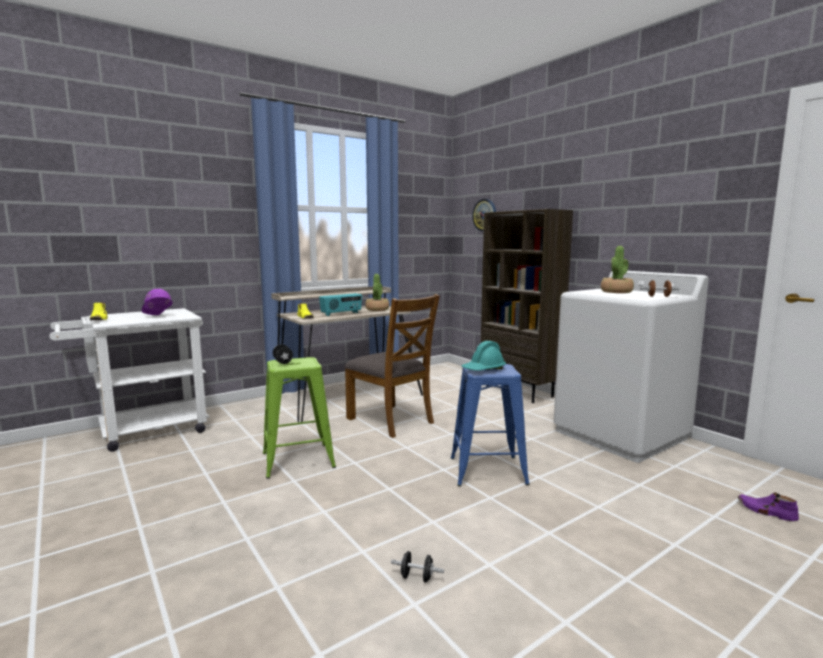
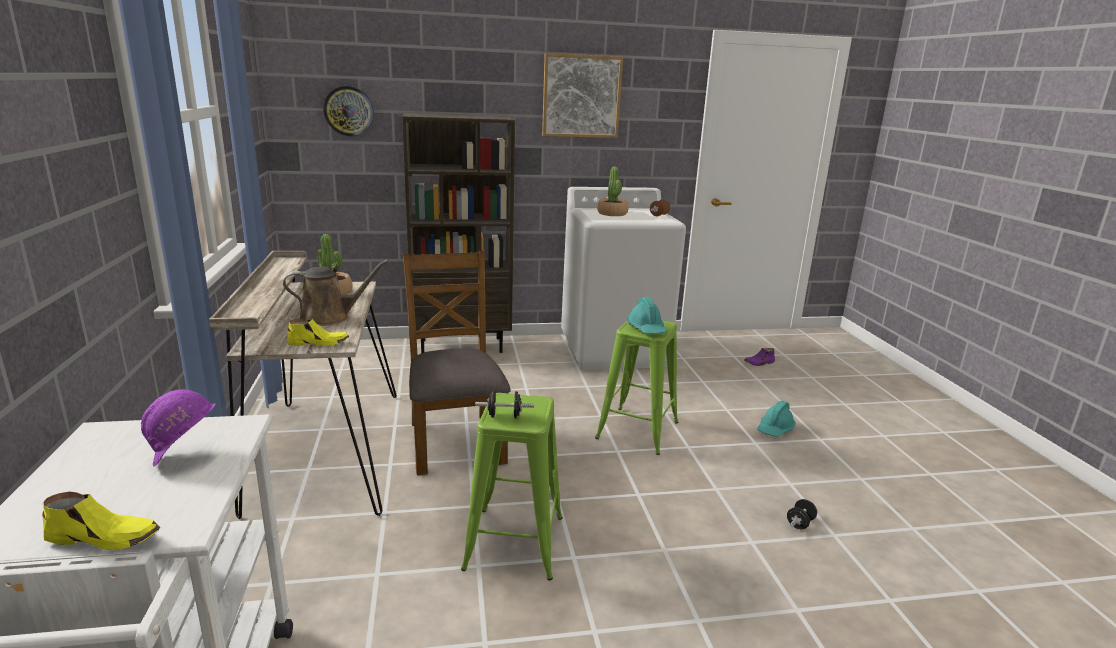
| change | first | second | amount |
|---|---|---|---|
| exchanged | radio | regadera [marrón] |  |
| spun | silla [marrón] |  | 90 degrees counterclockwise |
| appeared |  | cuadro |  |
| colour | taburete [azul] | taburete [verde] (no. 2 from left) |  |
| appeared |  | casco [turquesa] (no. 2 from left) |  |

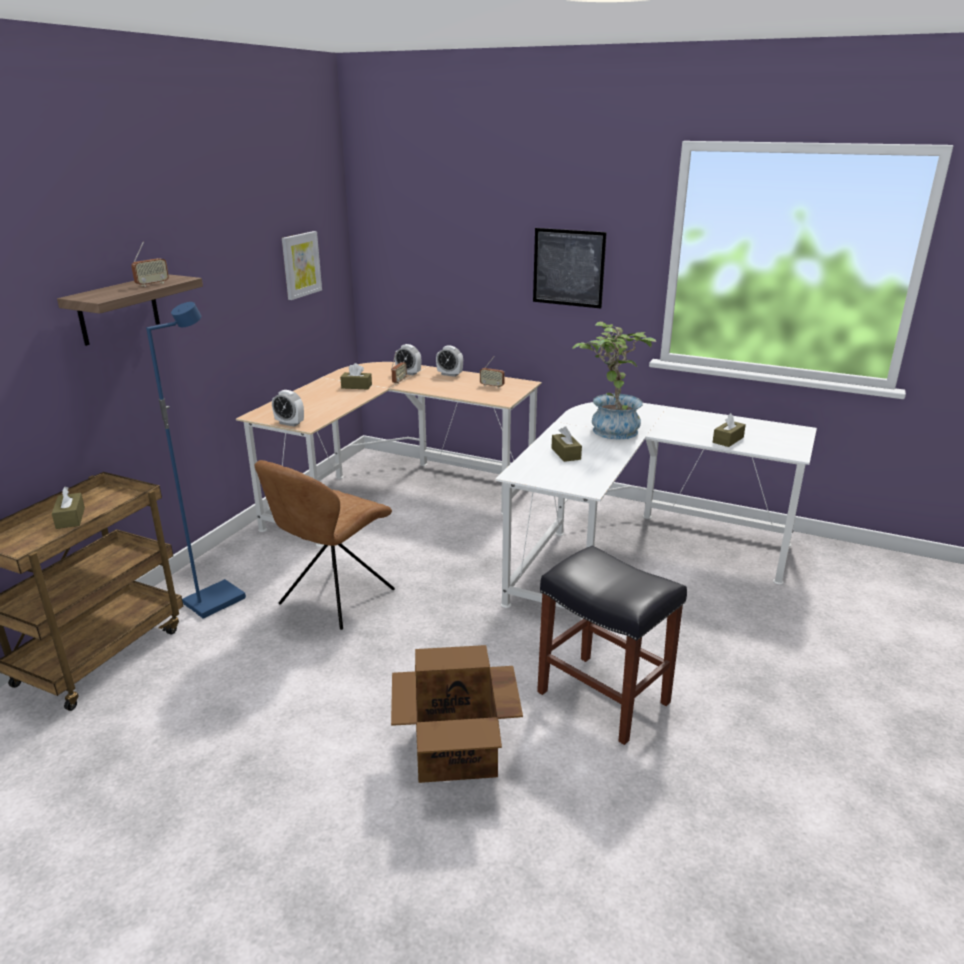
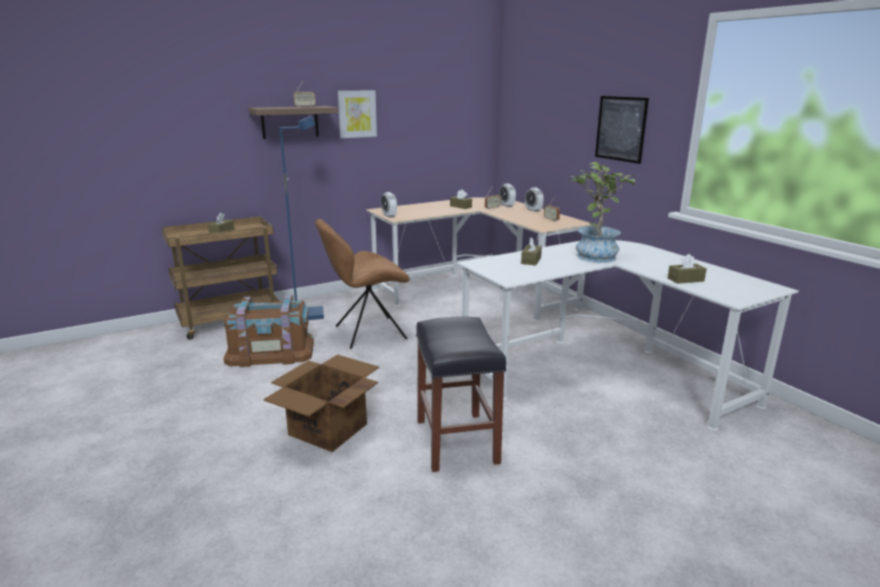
| change | first | second | amount |
|---|---|---|---|
| appeared |  | caja de almacenaje [marrón] |  |
| relocated | cuadro (no. 1 from left) |  |  |

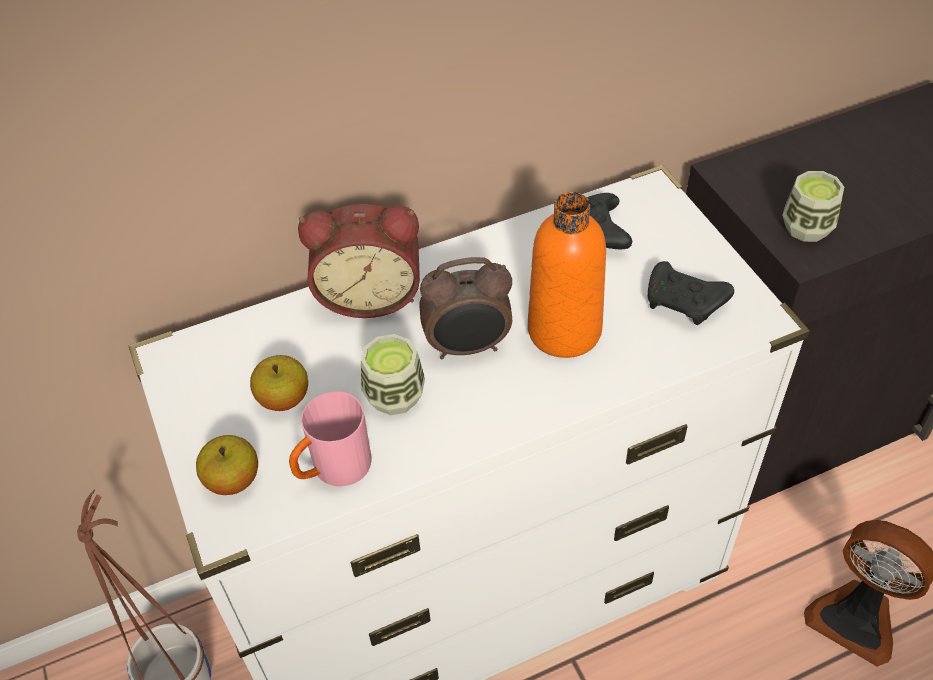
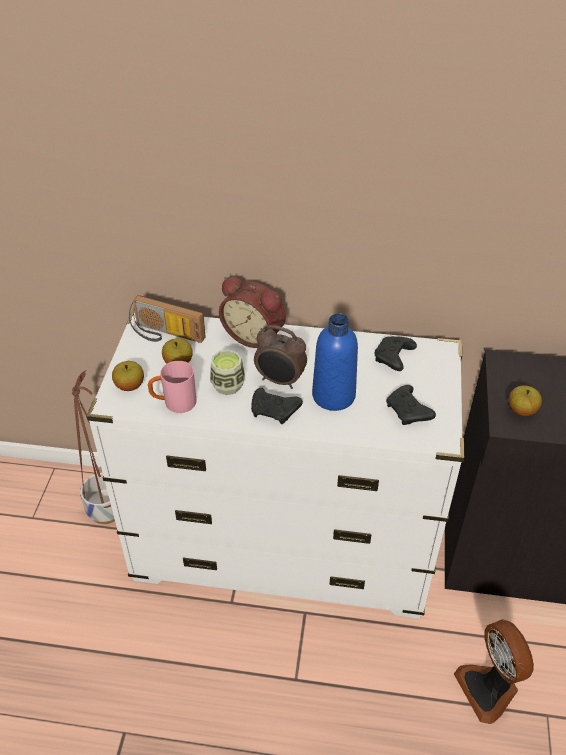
| change | first | second | amount |
|---|---|---|---|
| appeared |  | radio |  |
| appeared |  | mando de consola [negro] (no. 1 from left) |  |
| colour | botella [naranja] | botella [azul] |  |
| exchanged | taza (no. 2 from left) | manzana (no. 3 from left) |  |

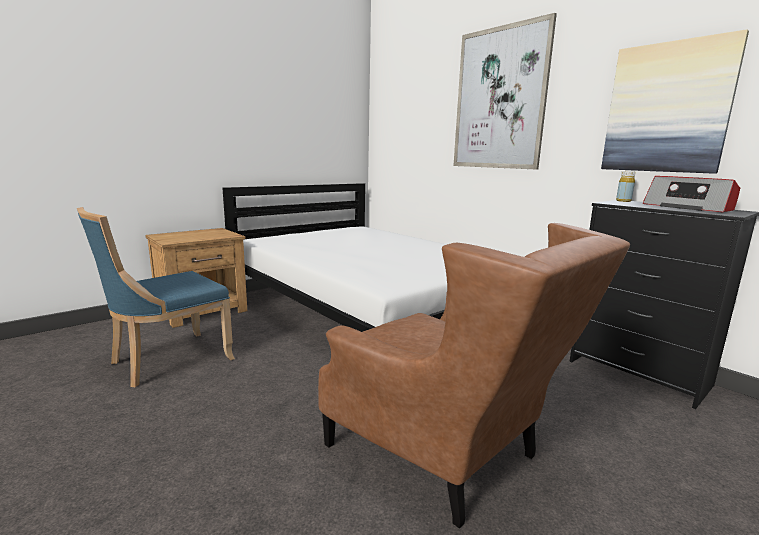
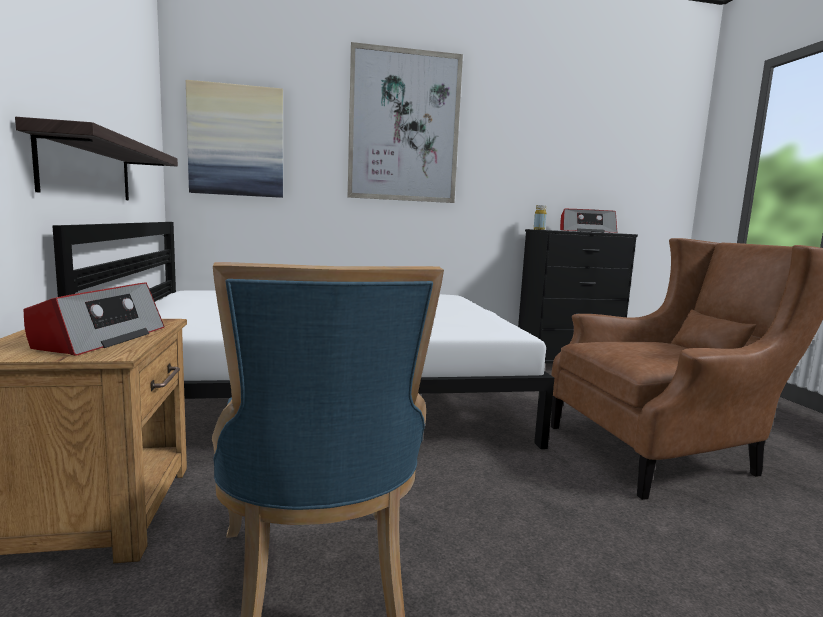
| change | first | second | amount |
|---|---|---|---|
| appeared |  | estante |  |
| appeared |  | radio (no. 1 from left) |  |
| relocated | cuadro (no. 2 from left in the first image) | cuadro (no. 1 from left) |  |

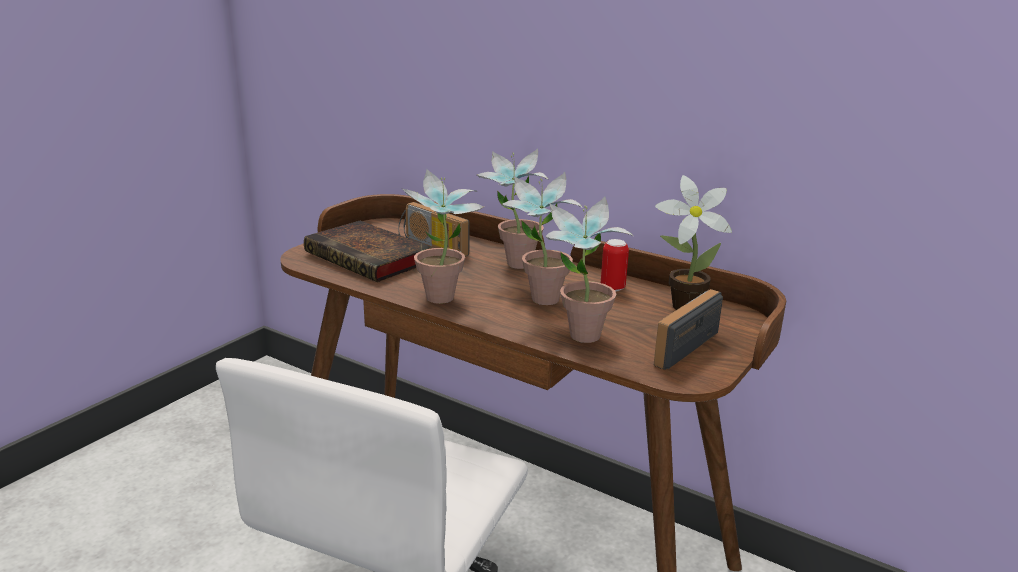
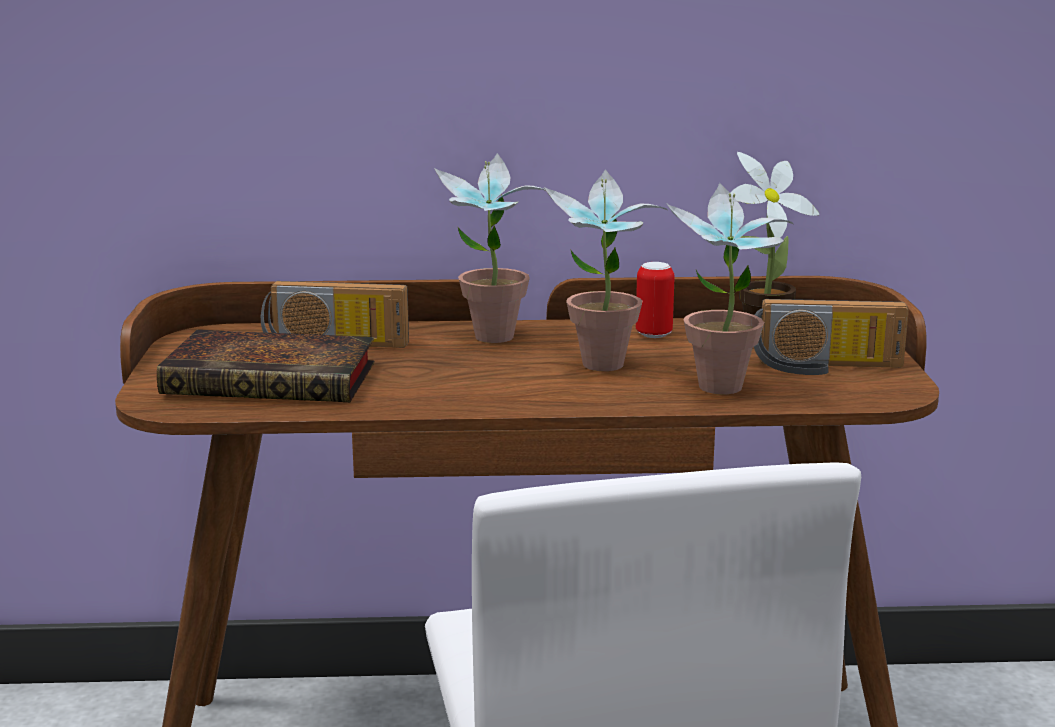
| change | first | second | amount |
|---|---|---|---|
| spun | radio (no. 2 from left) |  | 90 degrees counterclockwise |
| missing | planta en maceta (no. 1 from left) |  |  |

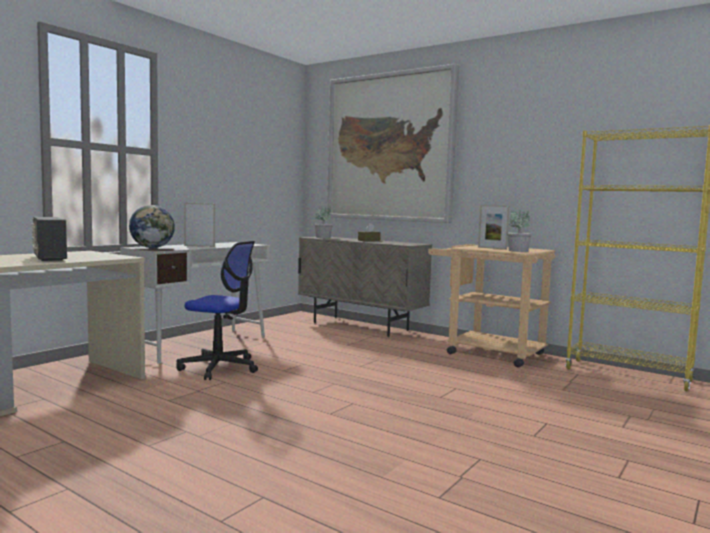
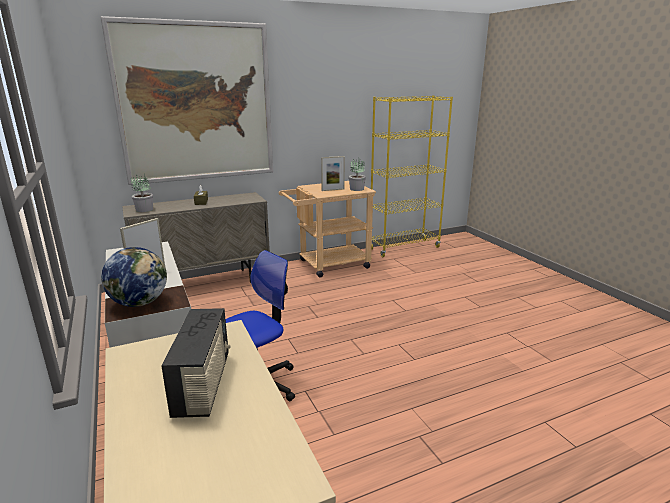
| change | first | second | amount |
|---|---|---|---|
| spun | radio |  | 90 degrees counterclockwise |

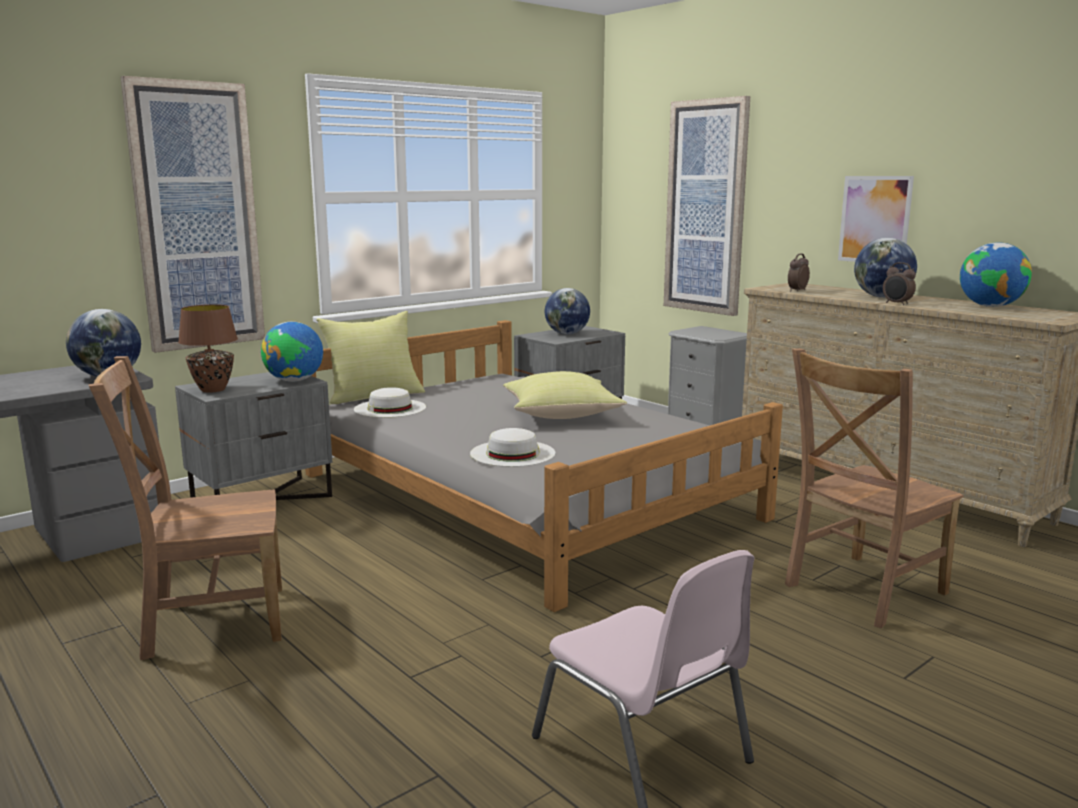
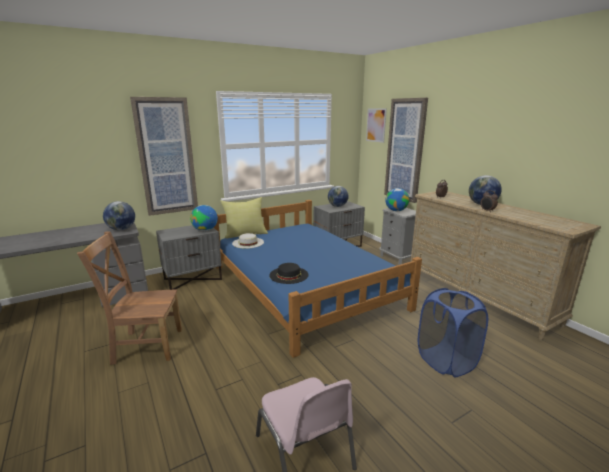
| change | first | second | amount |
|---|---|---|---|
| colour | cama [gris] | cama [azul] |  |
| colour | sombrero [blanco] (no. 2 from left) | sombrero [negro] |  |
| relocated | cuadro (no. 3 from left in the first image) | cuadro (no. 2 from left) |  |
| relocated | globo terráqueo (no. 5 from left in the first image) | globo terráqueo (no. 4 from left) |  |
| exchanged | silla [marrón] (no. 2 from left) | cesto de la ropa [azul] |  |
| missing | lámpara de mesa [marrón] |  |  |
| missing | cojín [amarillo] (no. 2 from left) |  |  |

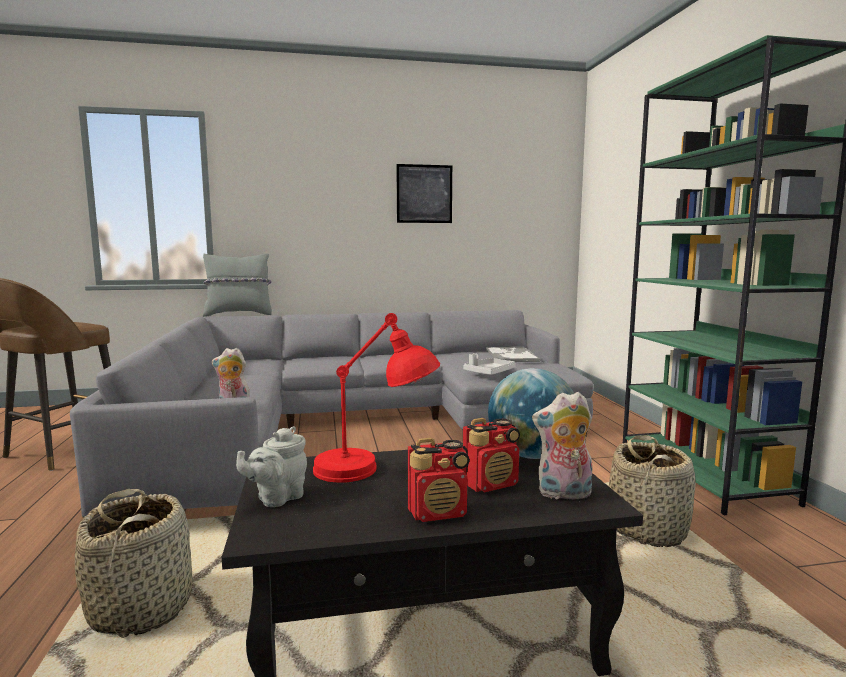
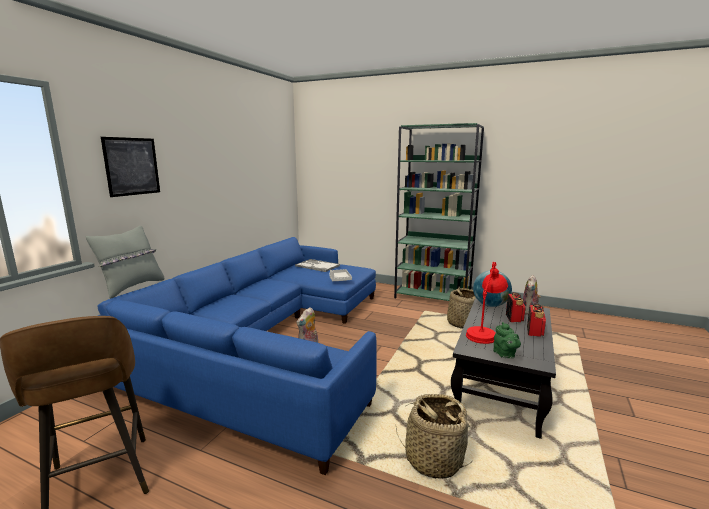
| change | first | second | amount |
|---|---|---|---|
| colour | sofá [gris] | sofá [azul] |  |
| relocated | cuadro |  |  |
| colour | tetera [gris] | tetera [verde] |  |

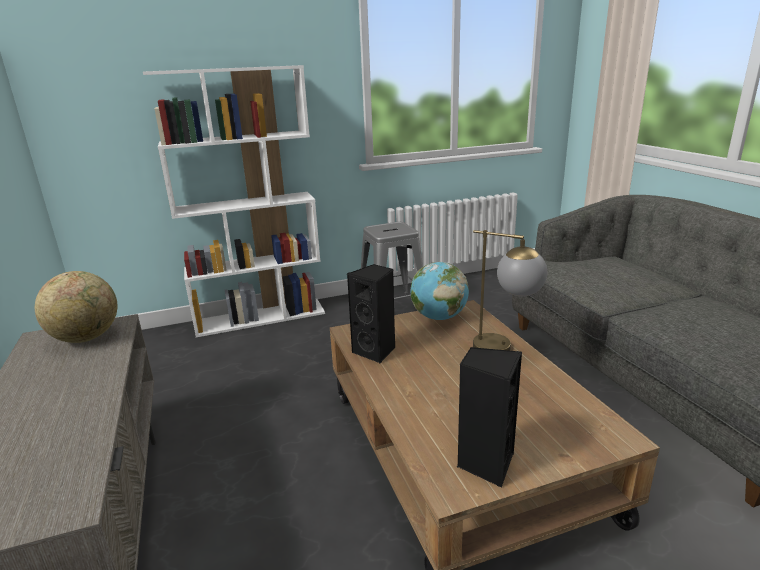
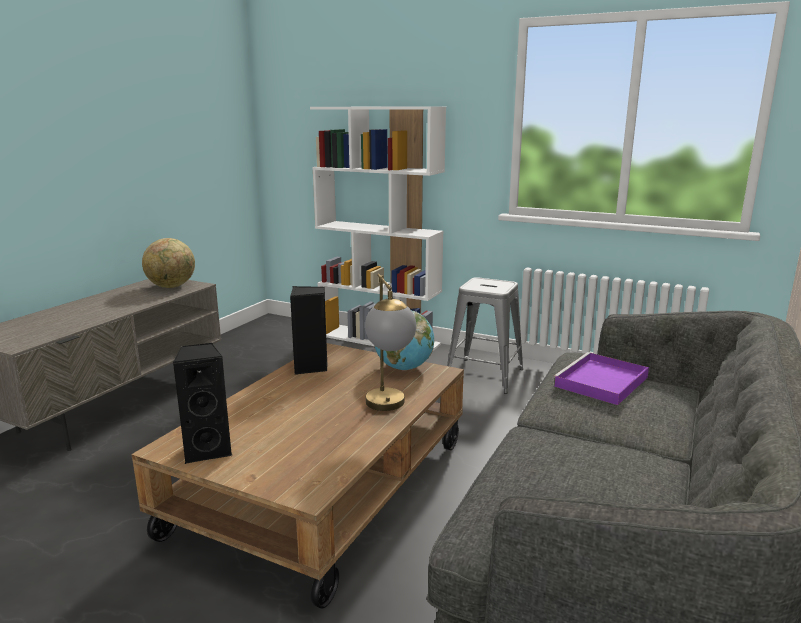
| change | first | second | amount |
|---|---|---|---|
| appeared |  | bandeja [morado] |  |

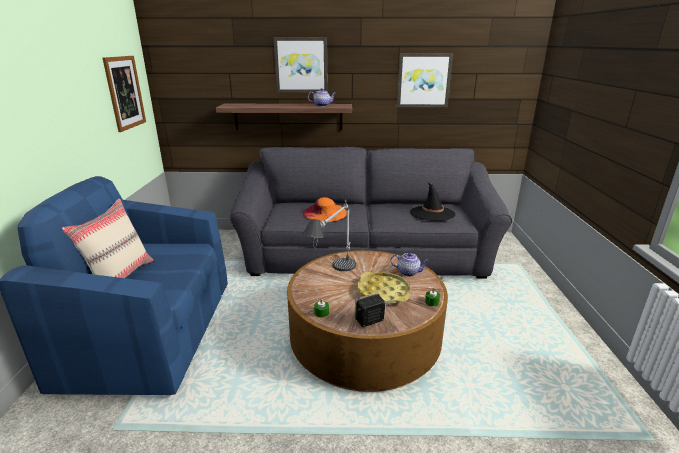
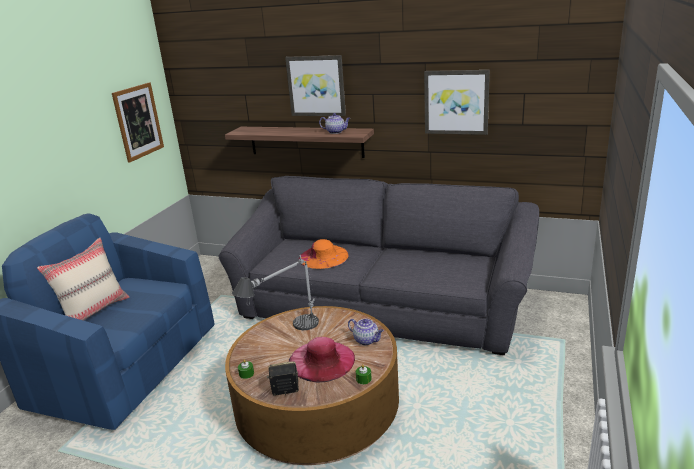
| change | first | second | amount |
|---|---|---|---|
| exchanged | bandeja [amarillo] | sombrero [rosa] |  |
| missing | sombrero [negro] |  |  |

